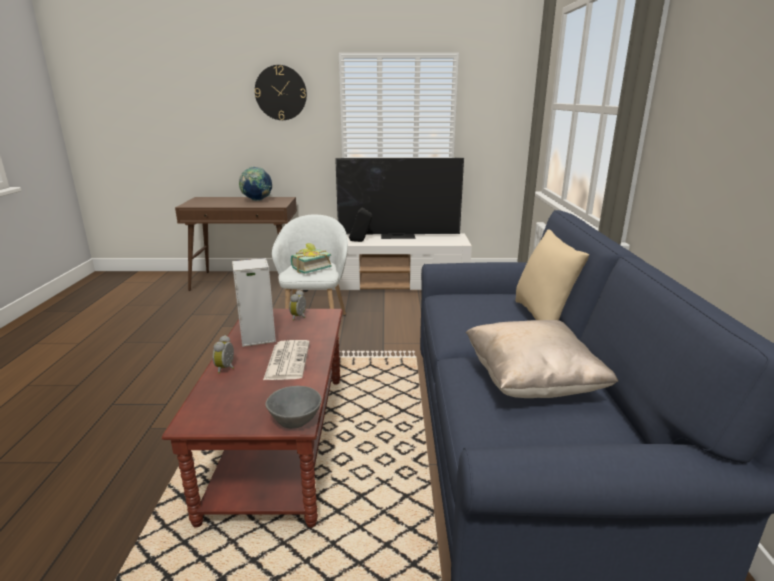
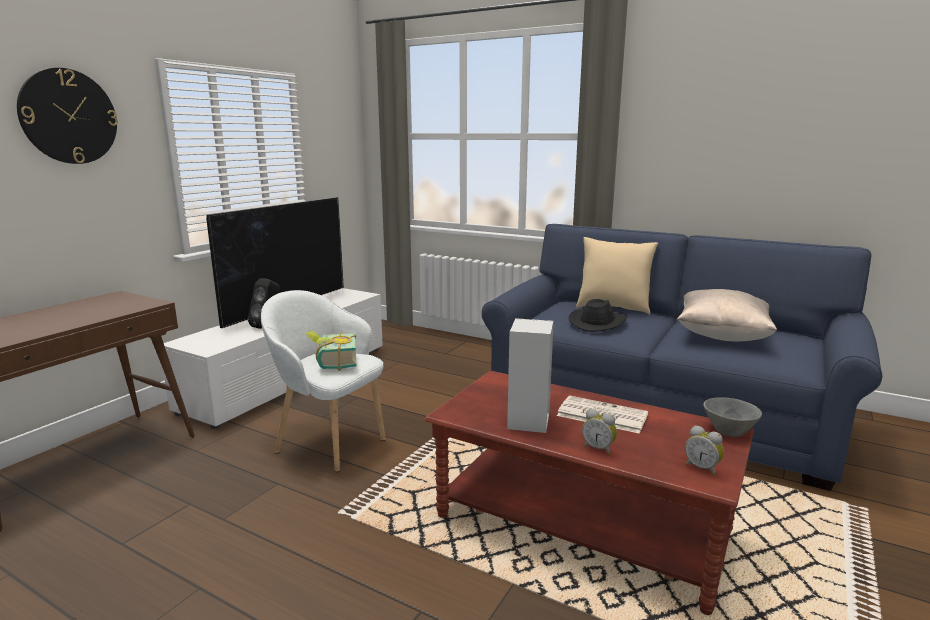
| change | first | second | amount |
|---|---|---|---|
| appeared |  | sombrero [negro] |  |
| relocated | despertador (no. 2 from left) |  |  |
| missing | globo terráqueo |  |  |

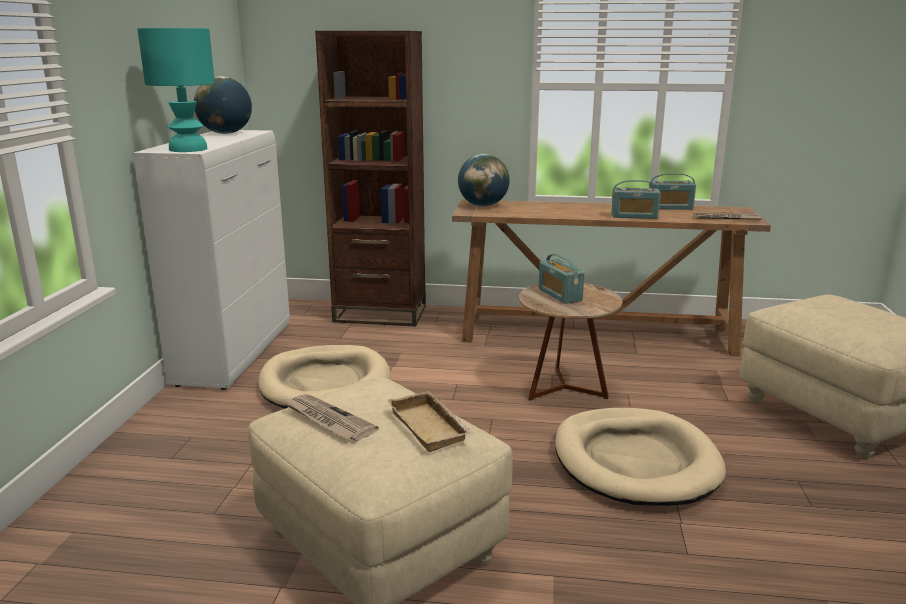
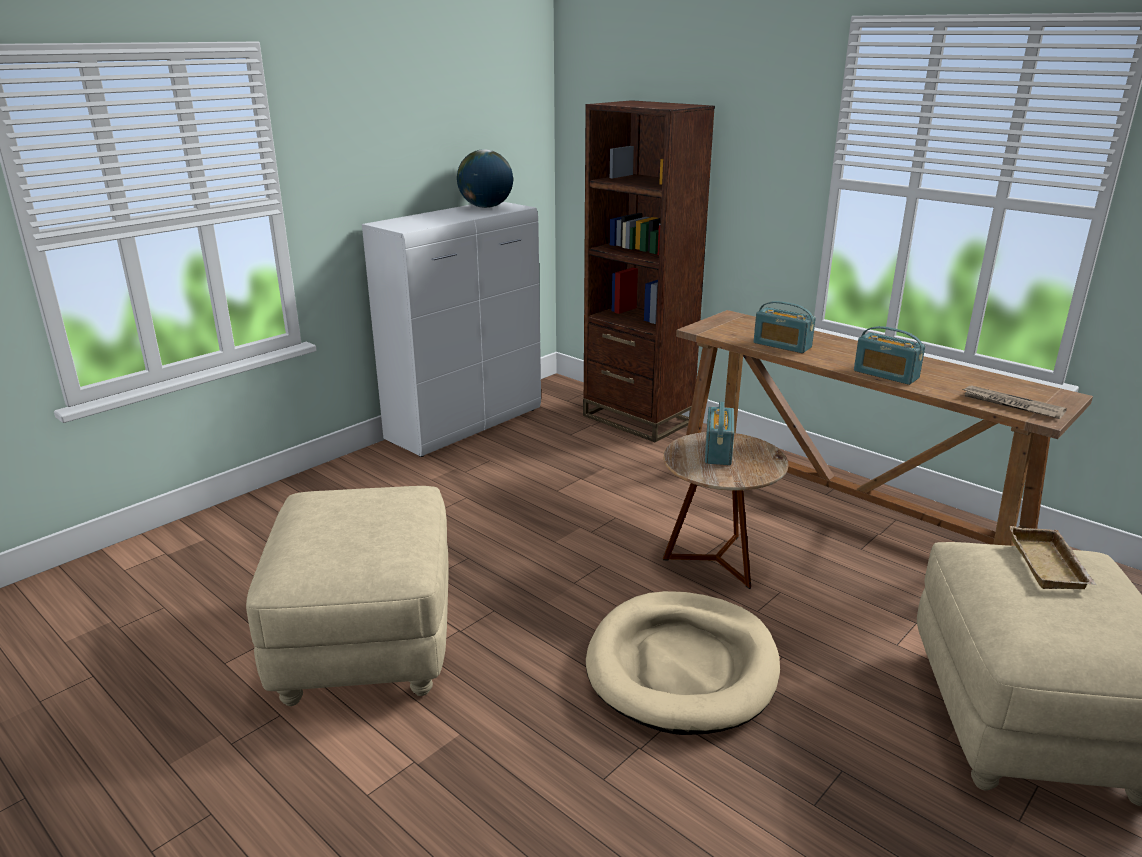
| change | first | second | amount |
|---|---|---|---|
| relocated | radio (no. 3 from left in the first image) | radio (no. 2 from left) |  |
| relocated | bandeja [beis] |  |  |
| missing | lámpara de mesa [turquesa] |  |  |
| missing | cama para perro [beis] (no. 1 from left) |  |  |
| missing | periódico (no. 1 from left) |  |  |
| missing | globo terráqueo (no. 2 from left) |  |  |

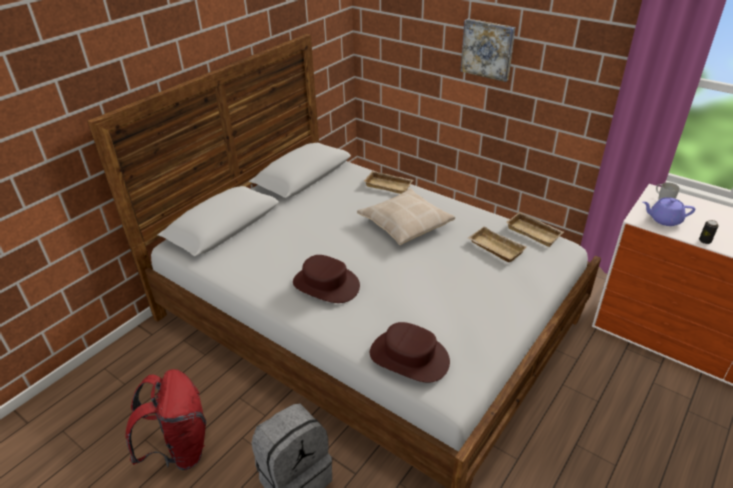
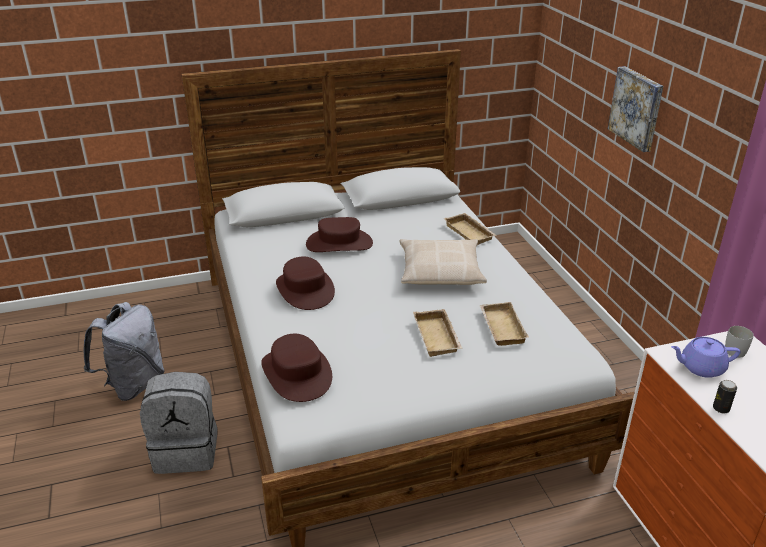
| change | first | second | amount |
|---|---|---|---|
| colour | mochila [rojo] | mochila [gris] (no. 1 from left) |  |
| appeared |  | sombrero [marrón] (no. 3 from left) |  |
| relocated | bandeja [beis] (no. 3 from left in the first image) | bandeja [beis] (no. 1 from left) |  |
| spun | tetera [morado] |  | 45 degrees counterclockwise |

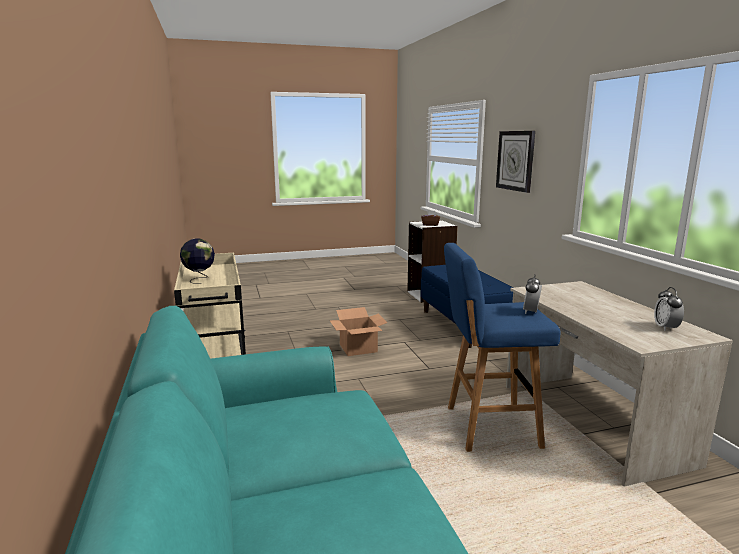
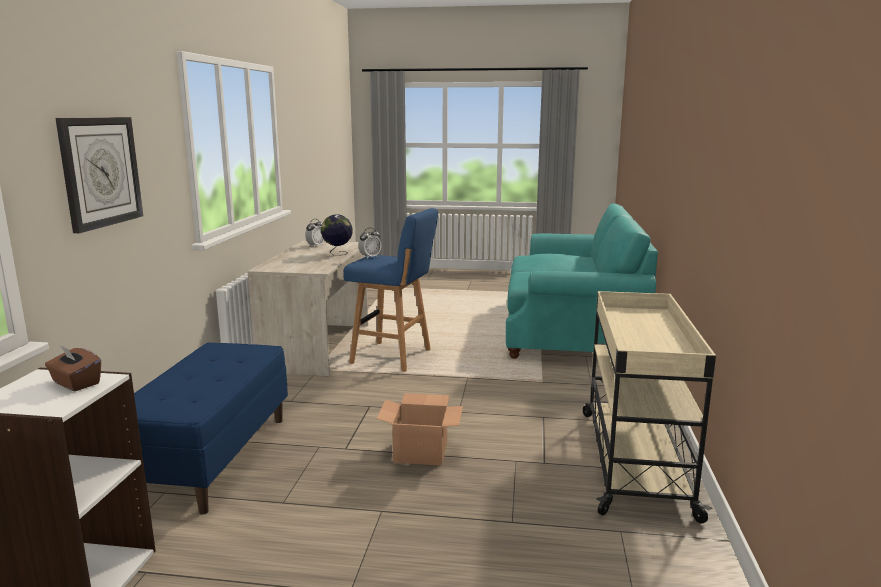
| change | first | second | amount |
|---|---|---|---|
| relocated | globo terráqueo |  |  |

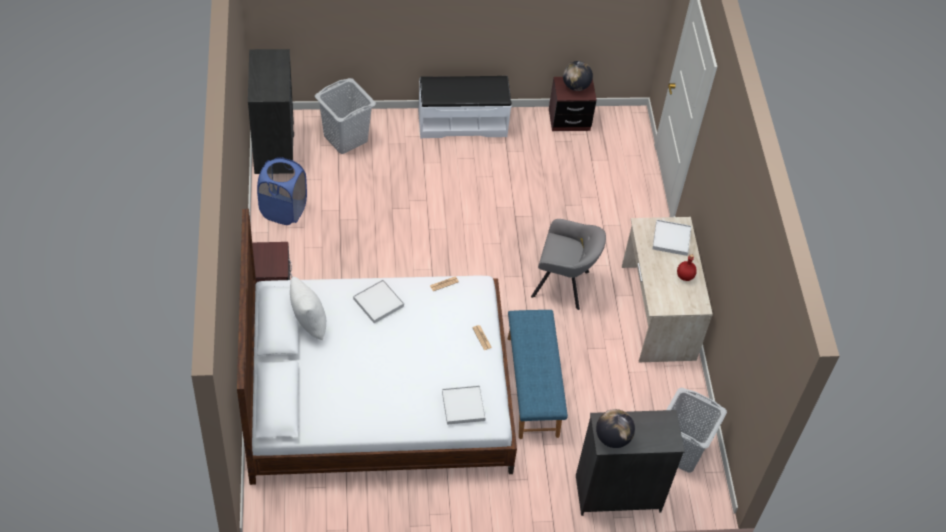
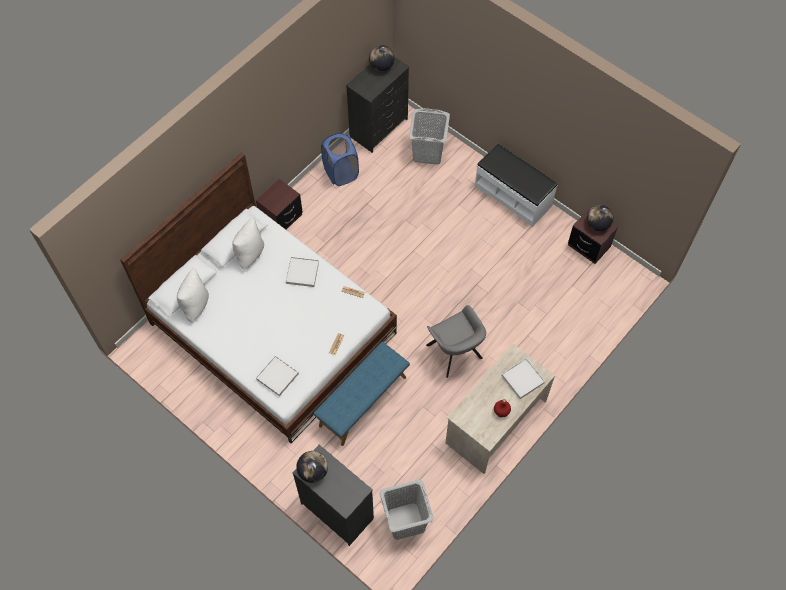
| change | first | second | amount |
|---|---|---|---|
| appeared |  | cojín [blanco] (no. 1 from left) |  |
| appeared |  | globo terráqueo (no. 2 from left) |  |

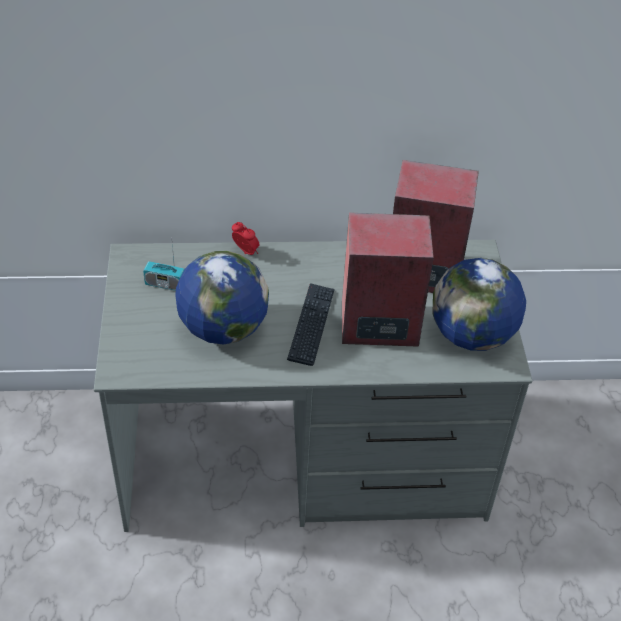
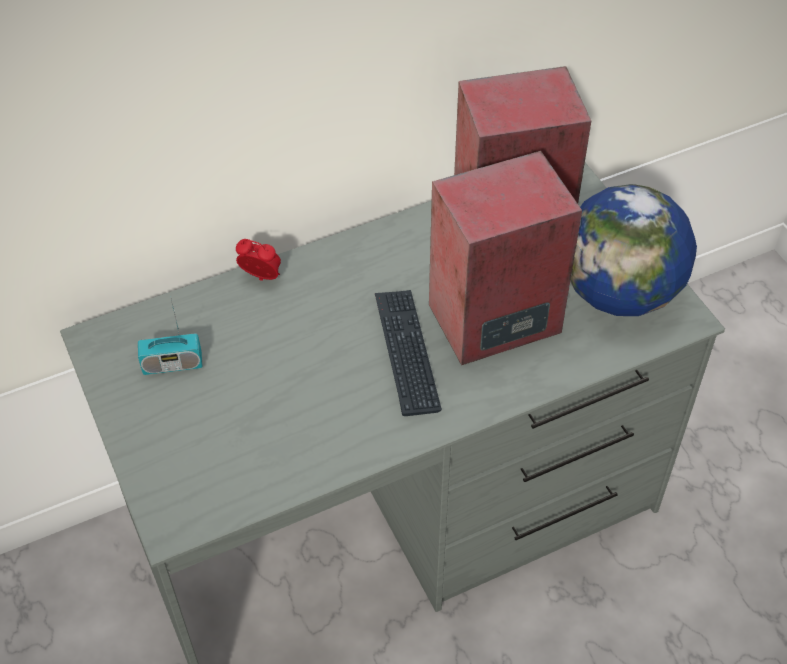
| change | first | second | amount |
|---|---|---|---|
| missing | globo terráqueo (no. 1 from left) |  |  |

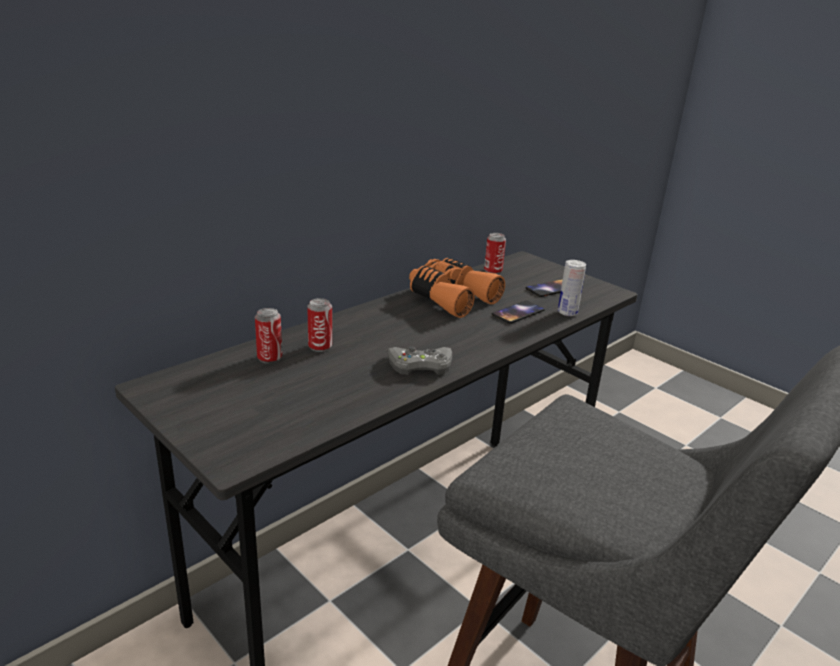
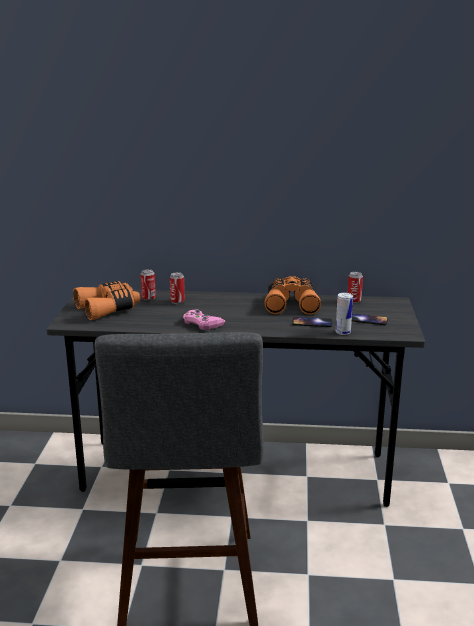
| change | first | second | amount |
|---|---|---|---|
| appeared |  | prismáticos [naranja] (no. 1 from left) |  |
| colour | mando de consola [gris] | mando de consola [rosa] |  |

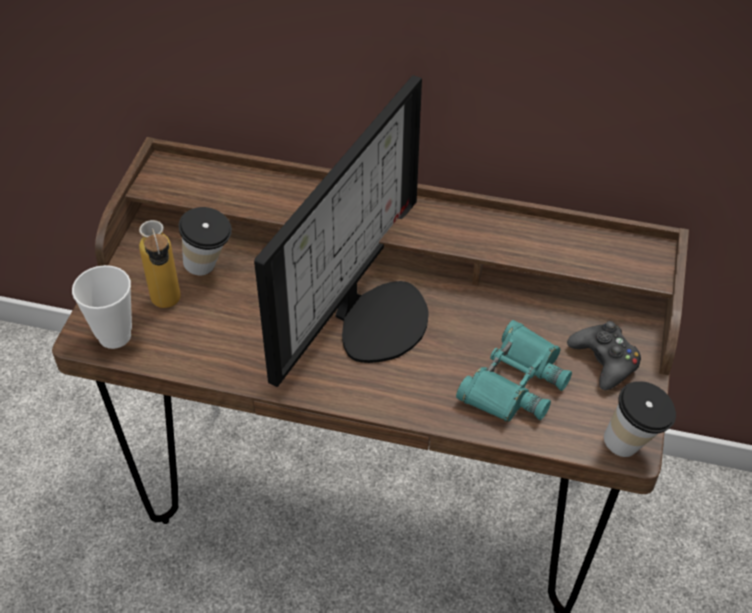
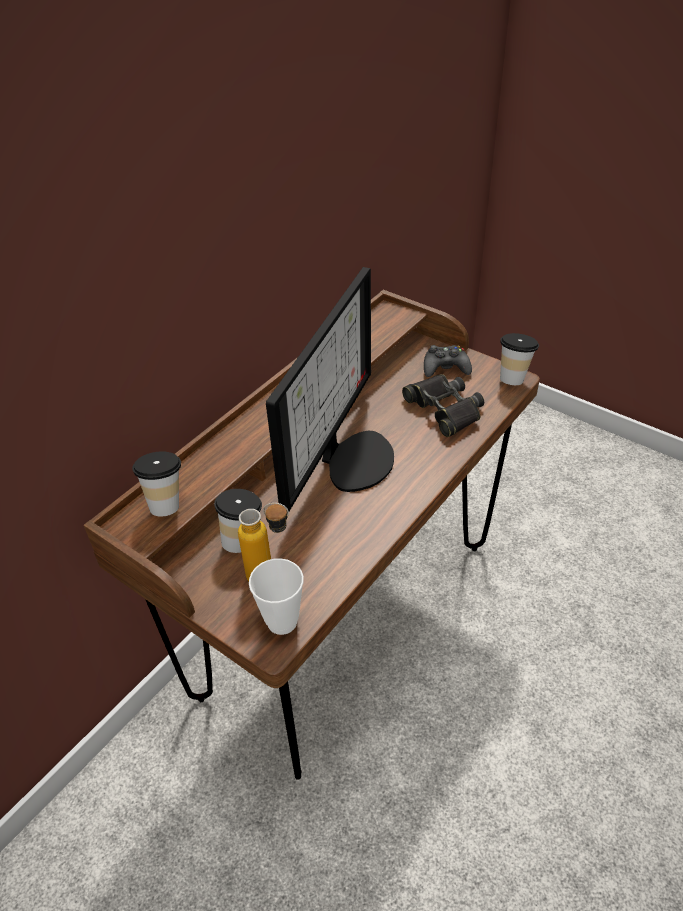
| change | first | second | amount |
|---|---|---|---|
| appeared |  | taza (no. 1 from left) |  |
| spun | monitor |  | 60 degrees clockwise |
| colour | prismáticos [turquesa] | prismáticos [negro] |  |

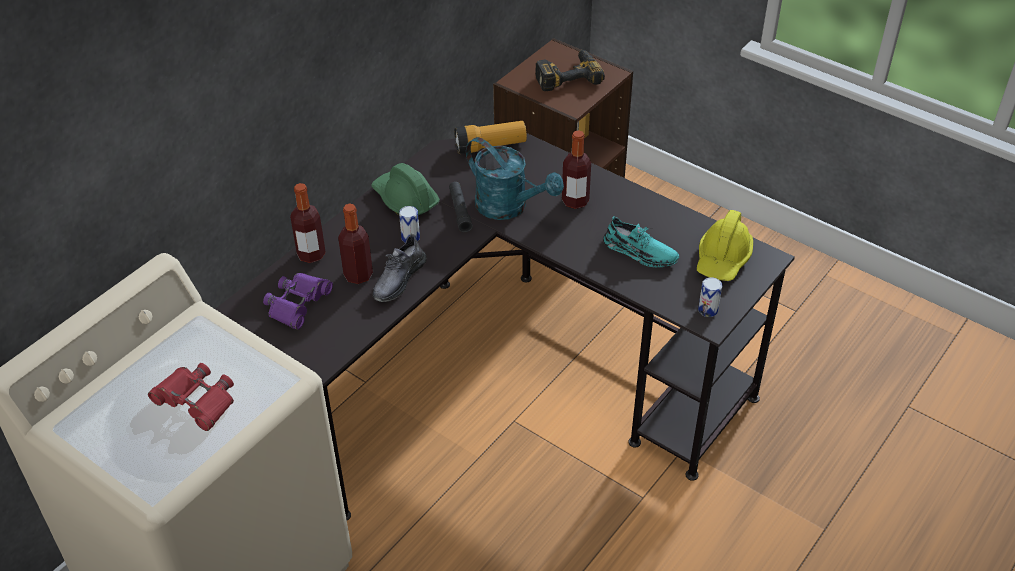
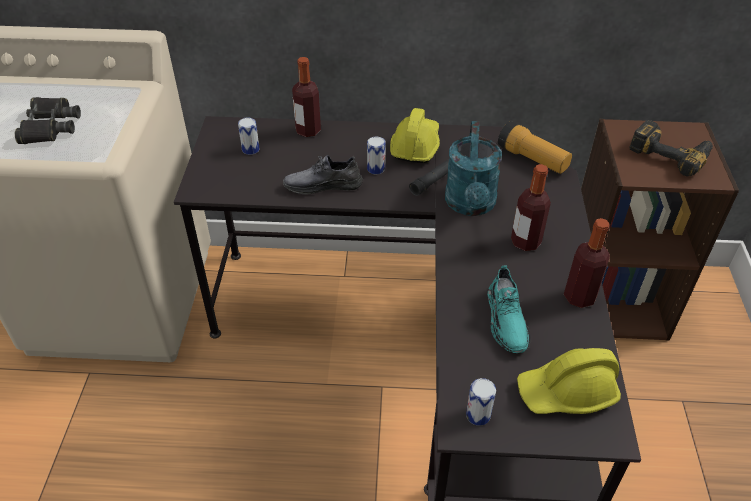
| change | first | second | amount |
|---|---|---|---|
| colour | prismáticos [rojo] | prismáticos [negro] |  |
| exchanged | prismáticos [morado] | lata (no. 1 from left) |  |
| colour | casco [verde] | casco [amarillo] (no. 1 from left) |  |
| relocated | botella (no. 2 from left in the first image) | botella (no. 3 from left) |  |

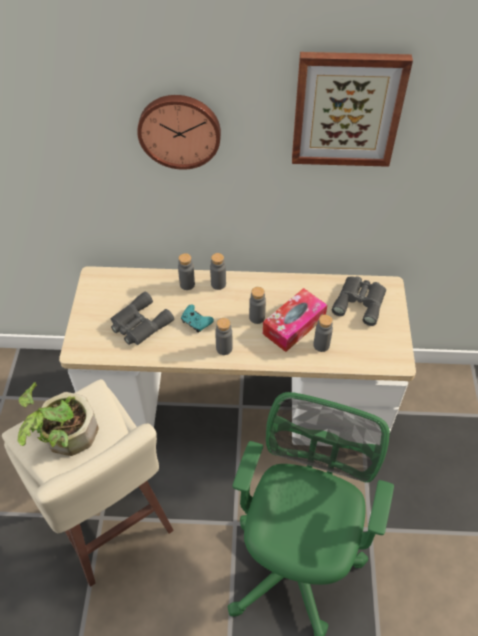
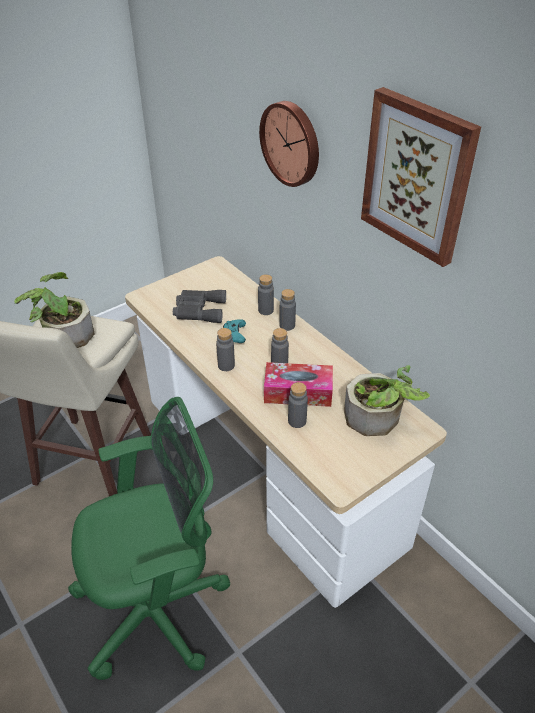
| change | first | second | amount |
|---|---|---|---|
| exchanged | prismáticos [gris] (no. 2 from left) | planta en maceta (no. 2 from left) |  |

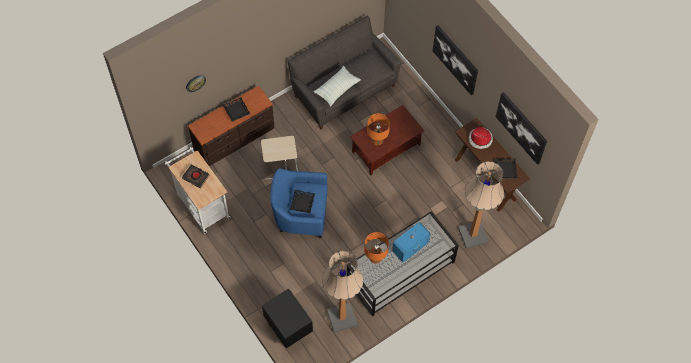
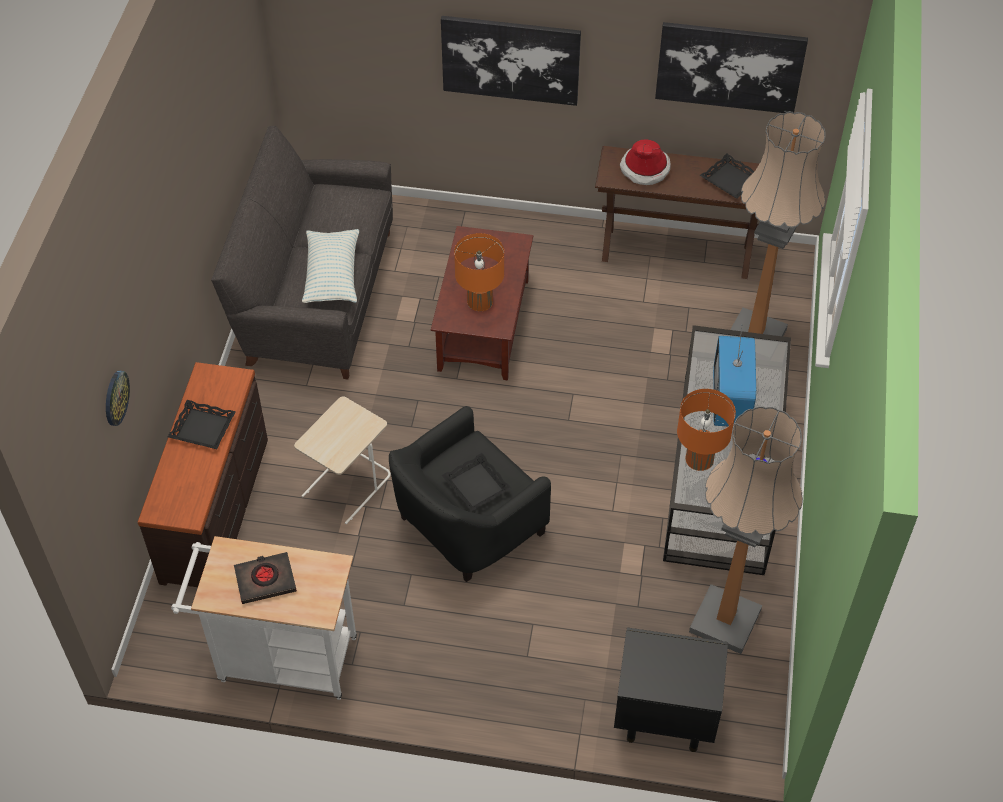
| change | first | second | amount |
|---|---|---|---|
| colour | sillón [azul] | sillón [negro] |  |

